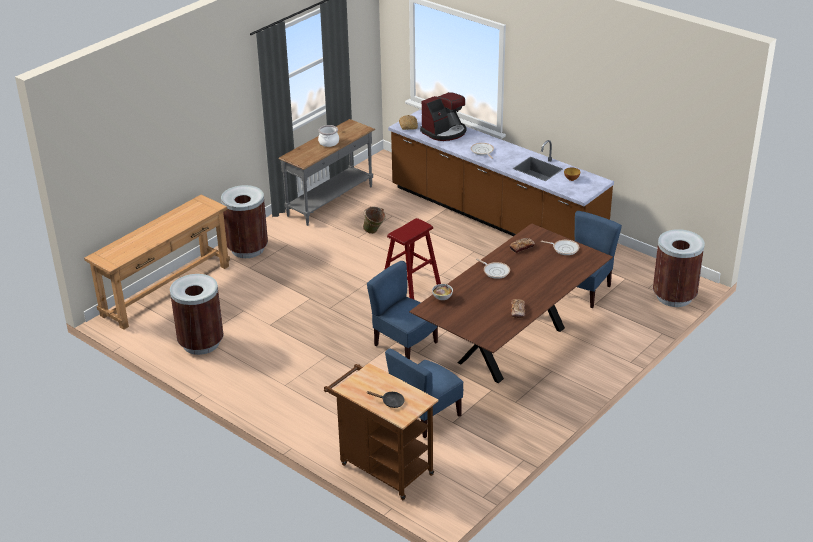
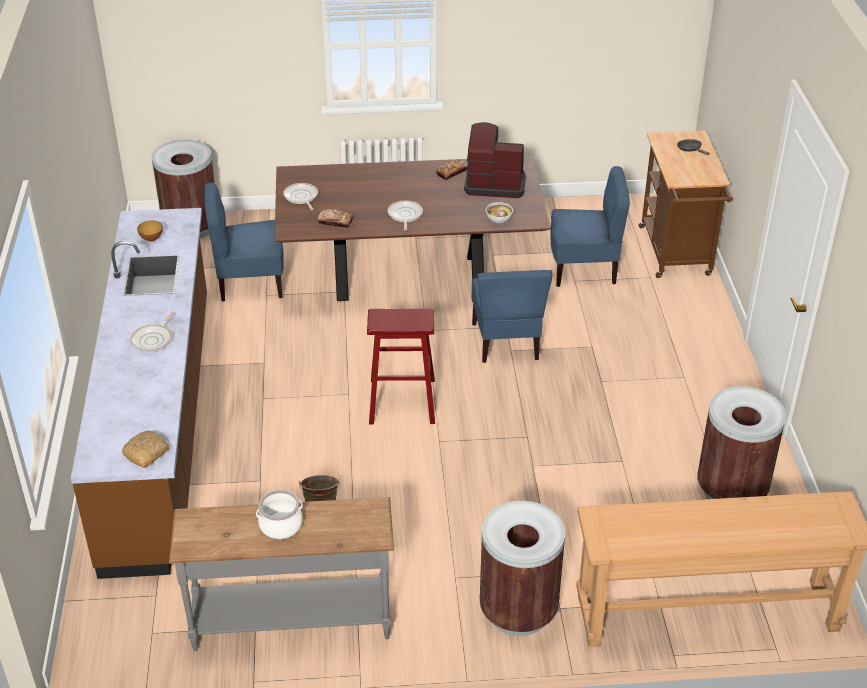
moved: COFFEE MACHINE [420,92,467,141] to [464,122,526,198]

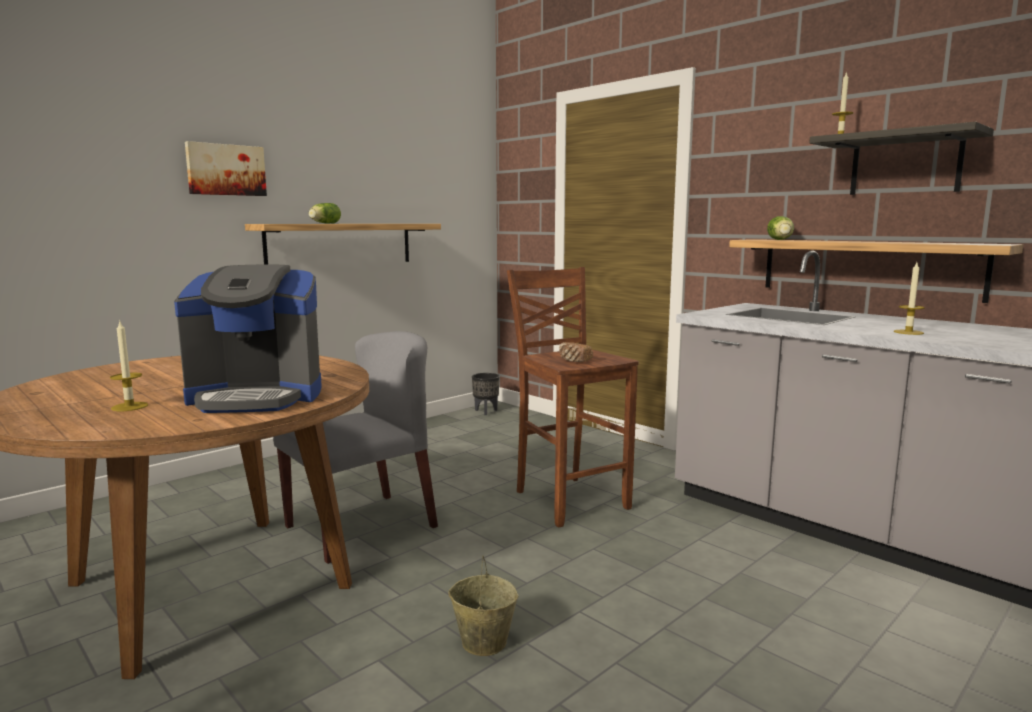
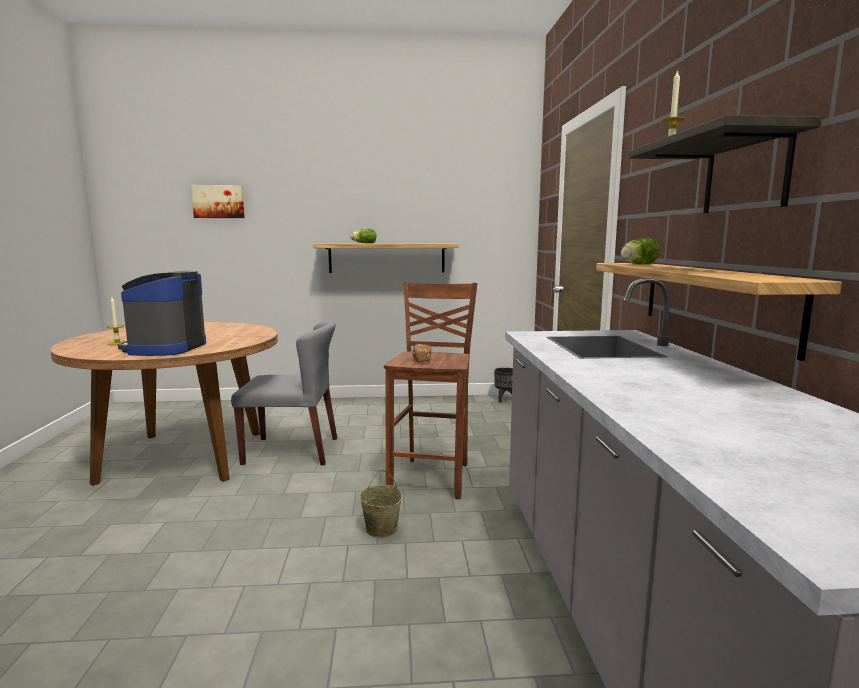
removed: CANDLE [894,262,925,335]
moved: PICTURE [185,141,267,196] to [191,185,245,218]; BEIGE BUCKET [448,556,519,656] to [359,470,403,538]
turned: COFFEE MACHINE [174,265,322,413] = [118,270,206,356] 60 degrees clockwise

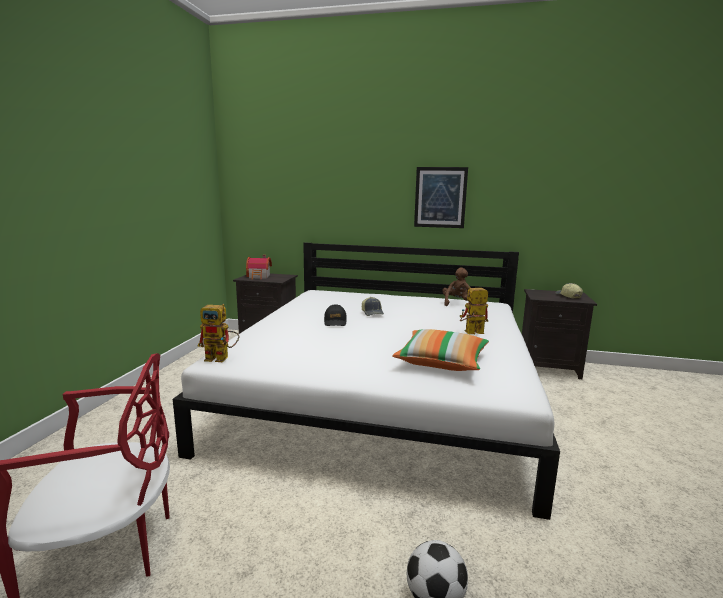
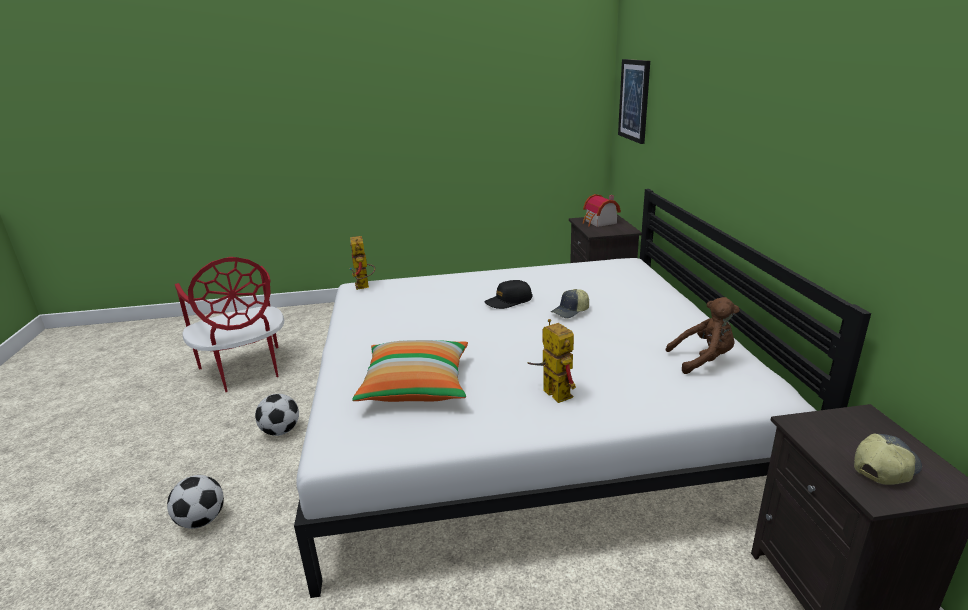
added: FOOTBALL [255,394,299,436]
moved: PICTURE [414,167,468,228] to [618,59,650,144]

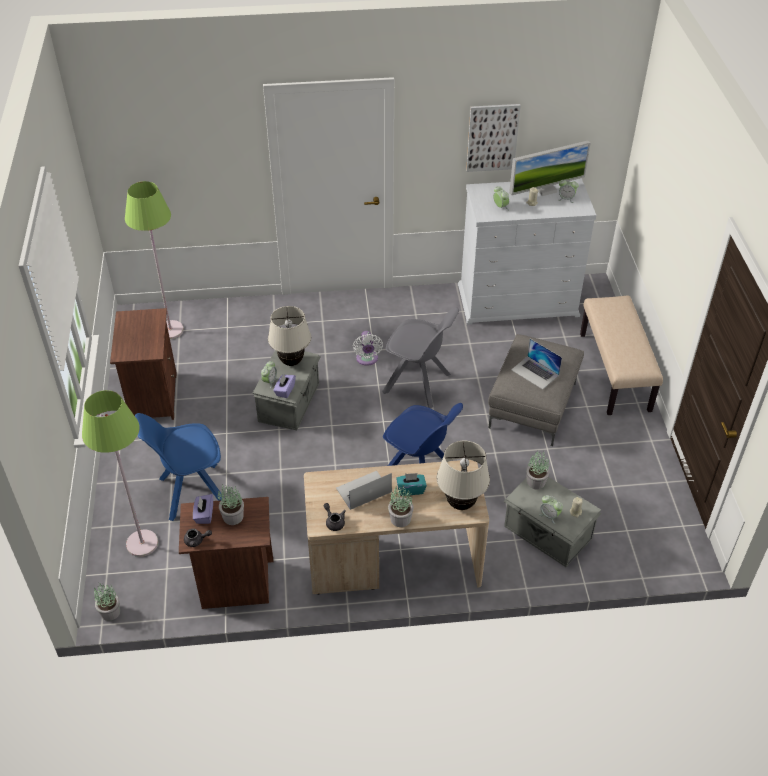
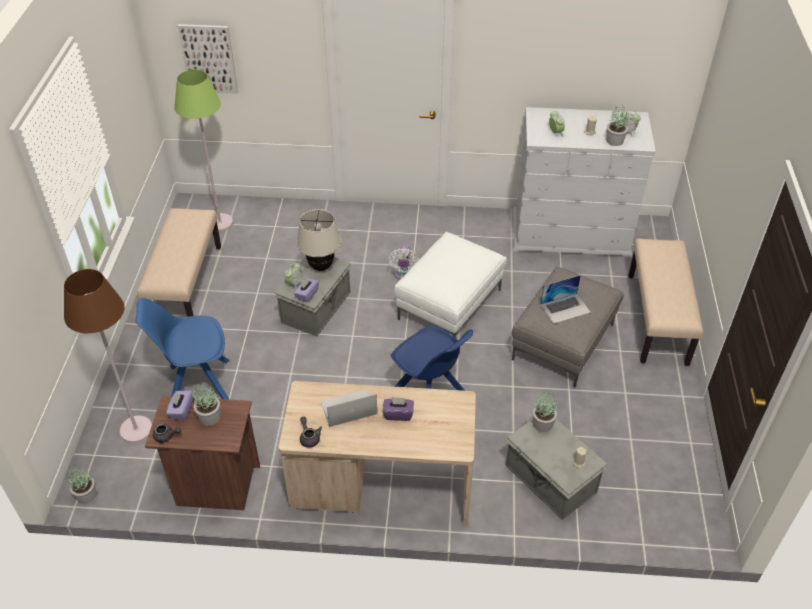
removed: BEIGE TABLE LAMP [437,440,490,510]; MONITOR [509,141,590,196]; ALARM CLOCK [539,495,563,524]
moved: POTTED PLANT [388,485,414,527] to [606,107,629,146]; PICTURE [466,104,521,172] to [177,24,238,94]
replaced: BROWN NIGHTSTAND [110,308,177,420] to BEIGE BENCH [137,208,221,317]; GREY CHAIR [382,307,459,408] to WHITE OTTOMAN [394,232,507,338]
recoloured: GREEN FLOOR LAMP [82,390,158,557] to BROWN FLOOR LAMP [64,269,152,443]; TURQUOISE TISSUE BOX [396,473,427,496] to PURPLE TISSUE BOX [382,397,414,421]
turned: LAPTOP [511,339,562,389] = [540,275,591,324] 75 degrees counterclockwise

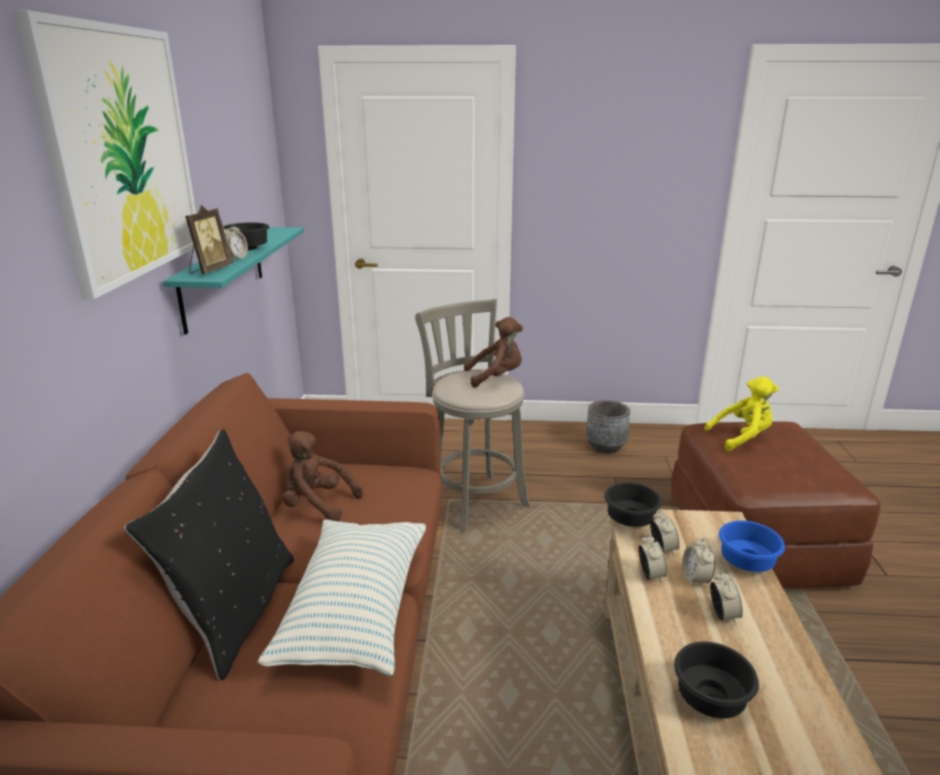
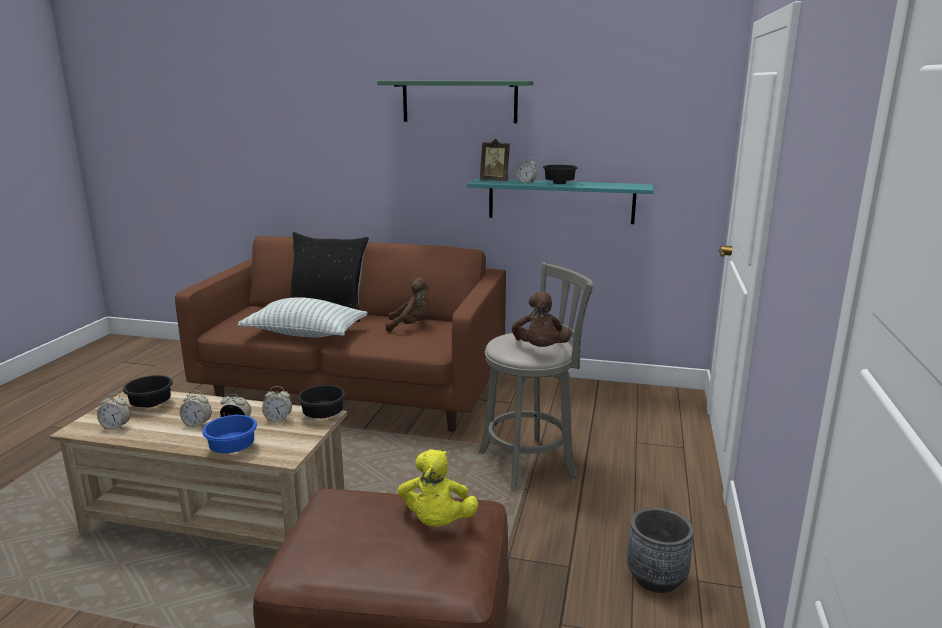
moved: ALARM CLOCK [638,534,667,583] to [97,393,131,430]
replaced: PICTURE [13,10,196,299] to GREEN SHELF [377,81,533,123]
turned: BROWN PLUSH TOY [282,431,363,522] = [385,277,431,332] 60 degrees clockwise

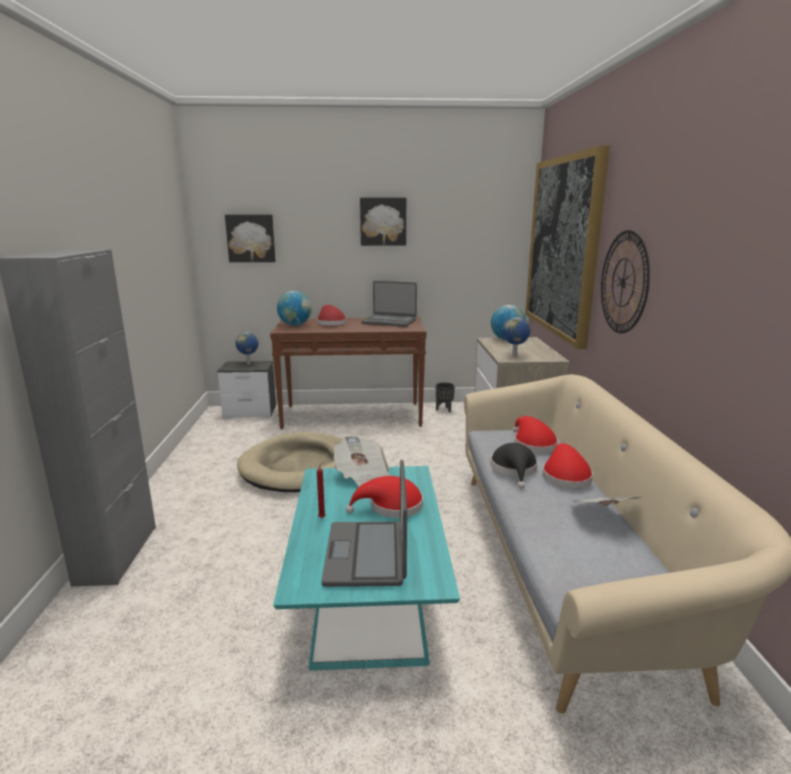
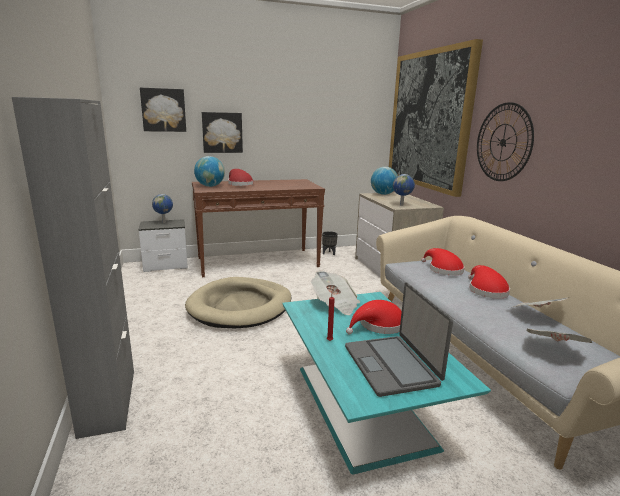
removed: LAPTOP [361,281,417,327]; BLACK HAT [490,443,538,489]
added: NEWSPAPER [527,329,592,343]
moved: PICTURE [360,198,406,246] to [202,112,243,153]

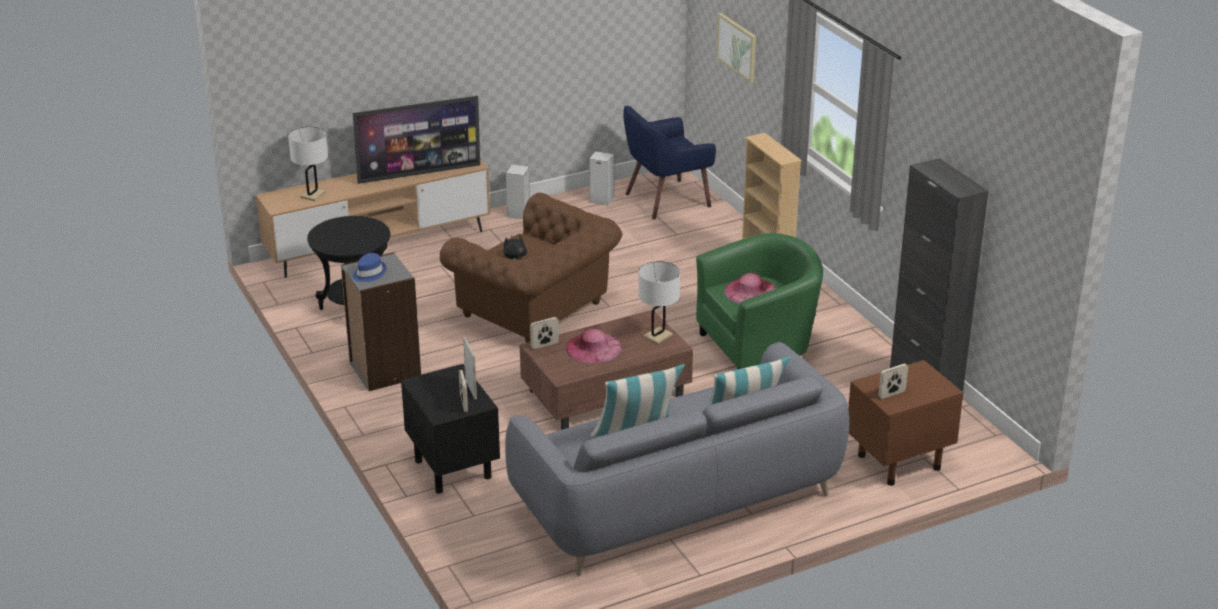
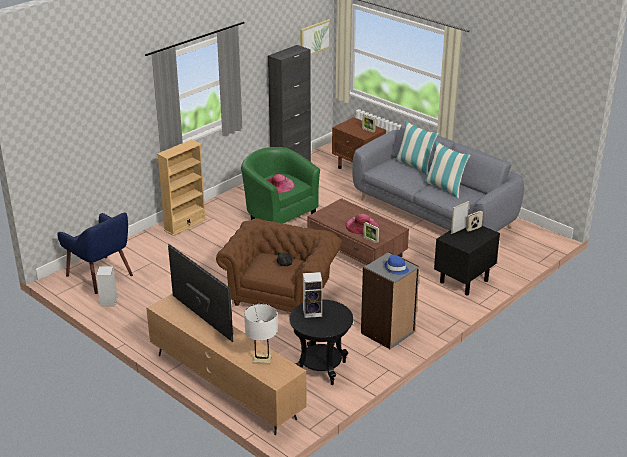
removed: WHITE TABLE LAMP [638,261,680,344]
moved: SPEAKER [506,164,530,219] to [303,272,322,318]; PICTURE [717,13,756,83] to [300,19,330,55]

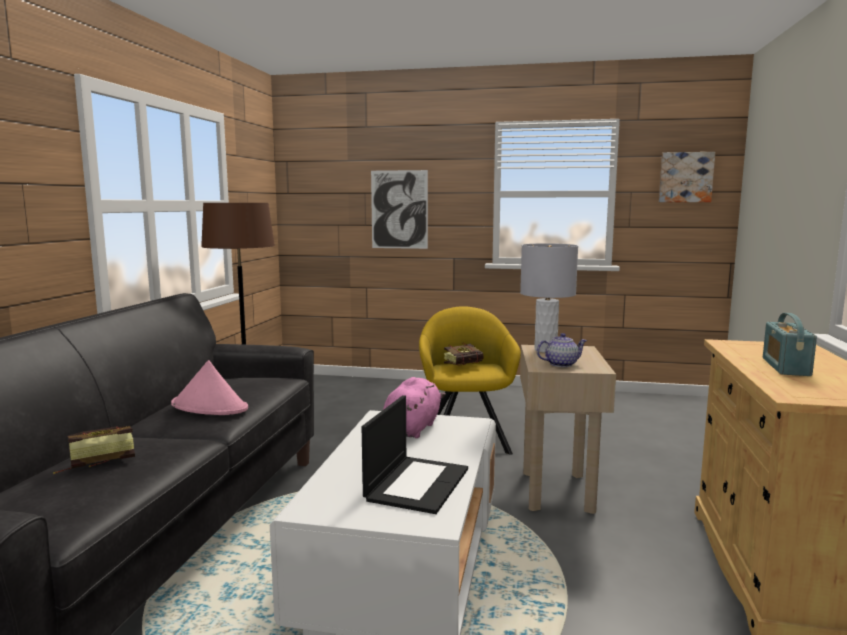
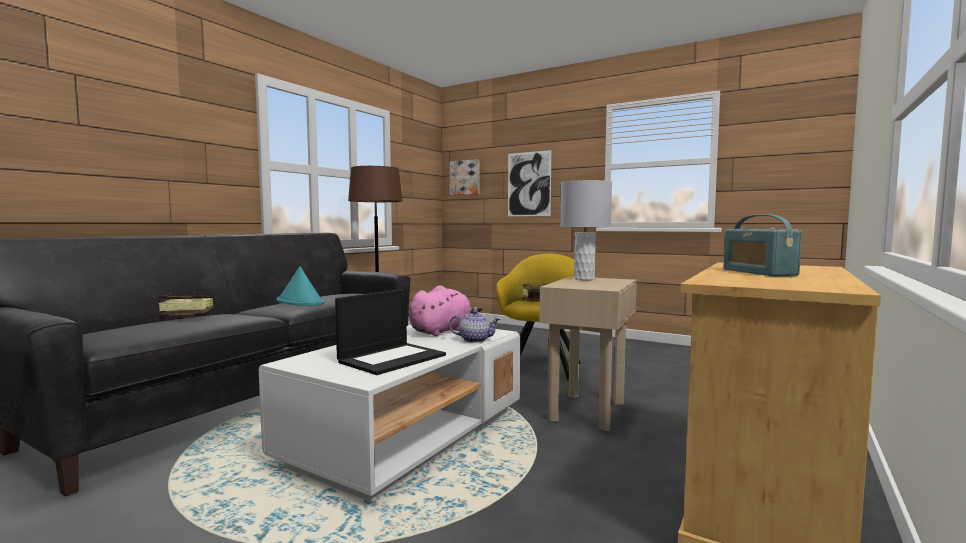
moved: TEAPOT [537,333,587,367] to [449,310,500,343]; PICTURE [659,152,715,202] to [449,159,480,195]
recoloured: PINK HAT [171,360,248,415] to TURQUOISE HAT [276,266,325,306]
turned: RADIO [763,313,817,376] = [723,214,802,276] 45 degrees counterclockwise

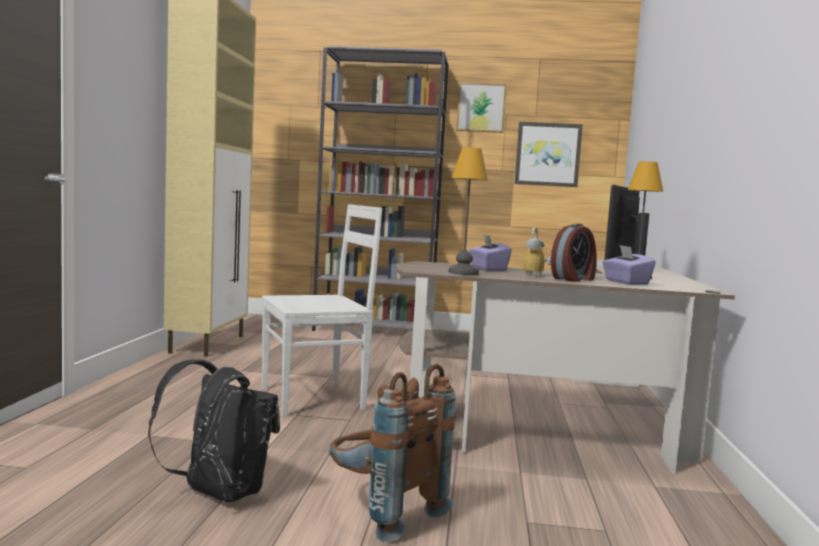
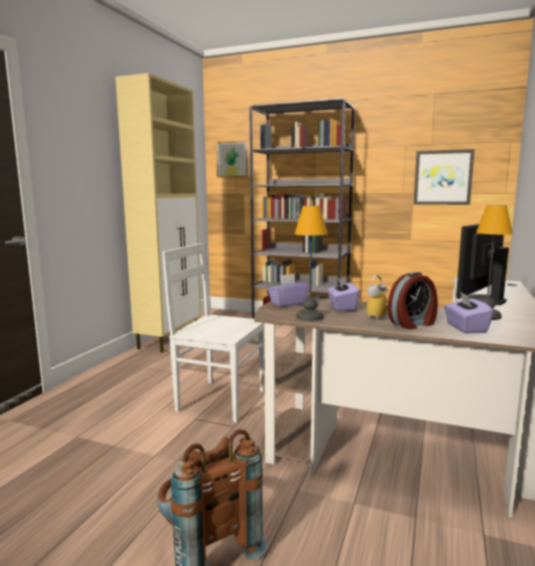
removed: BLACK BACKPACK [148,359,280,502]
added: PURPLE TISSUE BOX [268,274,310,307]
moved: PICTURE [456,82,507,133] to [216,140,250,177]
turned: WHITE CHAIR [262,204,382,417] = [162,243,265,423] 150 degrees counterclockwise

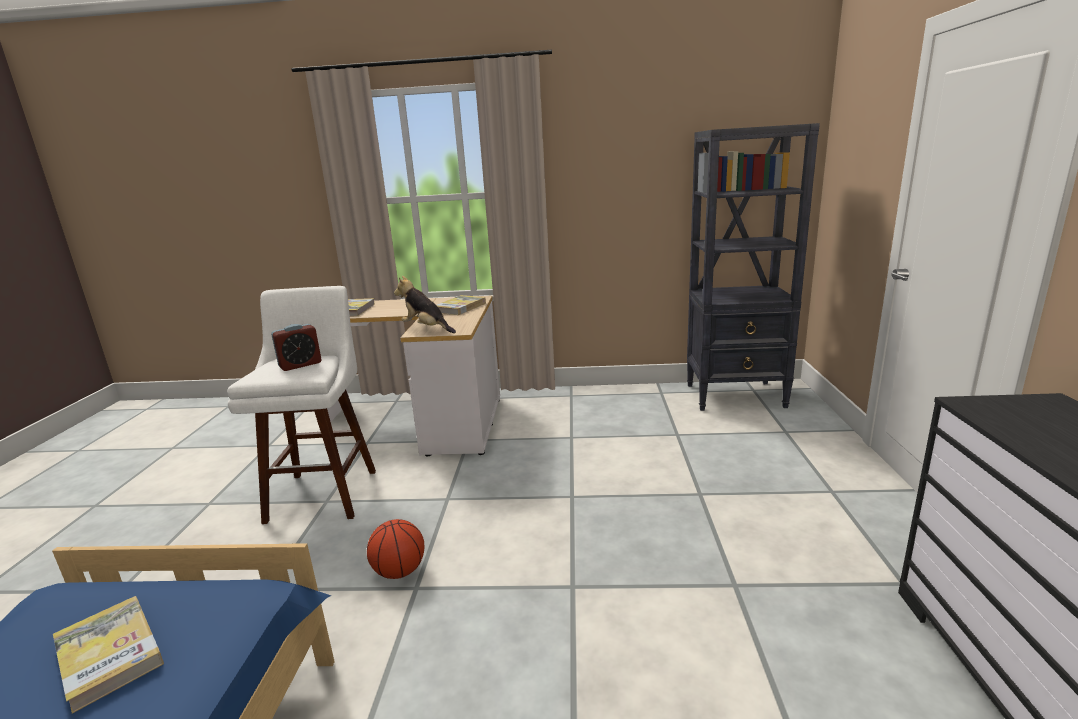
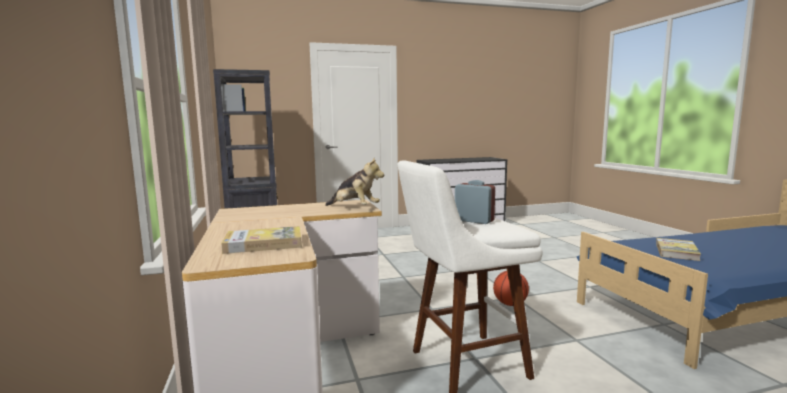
removed: BOOK [436,295,486,315]
turned: PLUSH TOY [394,276,456,333] = [325,158,384,206] 75 degrees counterclockwise

